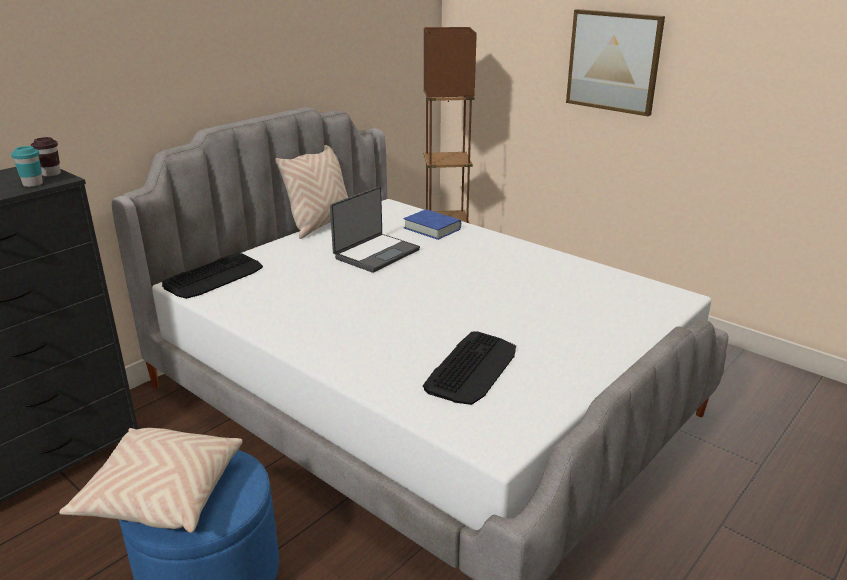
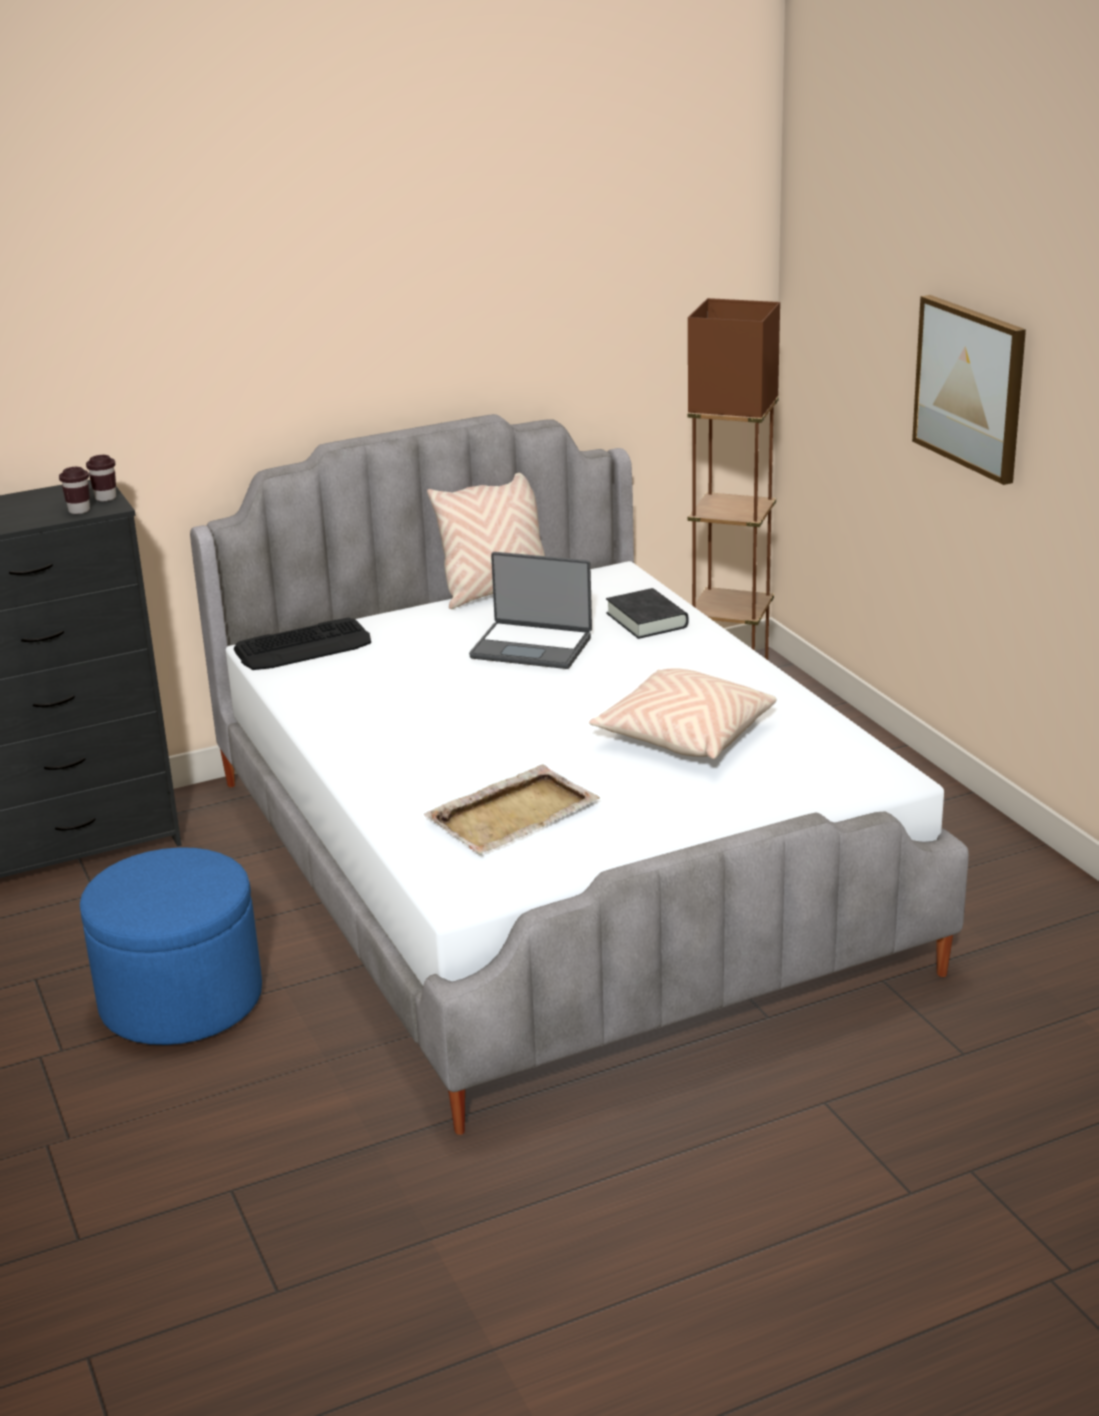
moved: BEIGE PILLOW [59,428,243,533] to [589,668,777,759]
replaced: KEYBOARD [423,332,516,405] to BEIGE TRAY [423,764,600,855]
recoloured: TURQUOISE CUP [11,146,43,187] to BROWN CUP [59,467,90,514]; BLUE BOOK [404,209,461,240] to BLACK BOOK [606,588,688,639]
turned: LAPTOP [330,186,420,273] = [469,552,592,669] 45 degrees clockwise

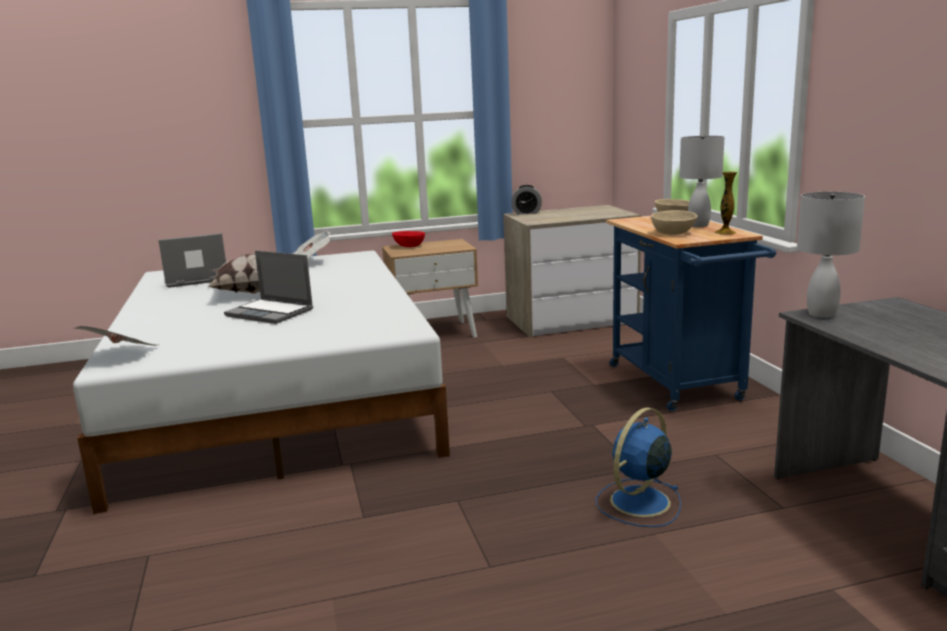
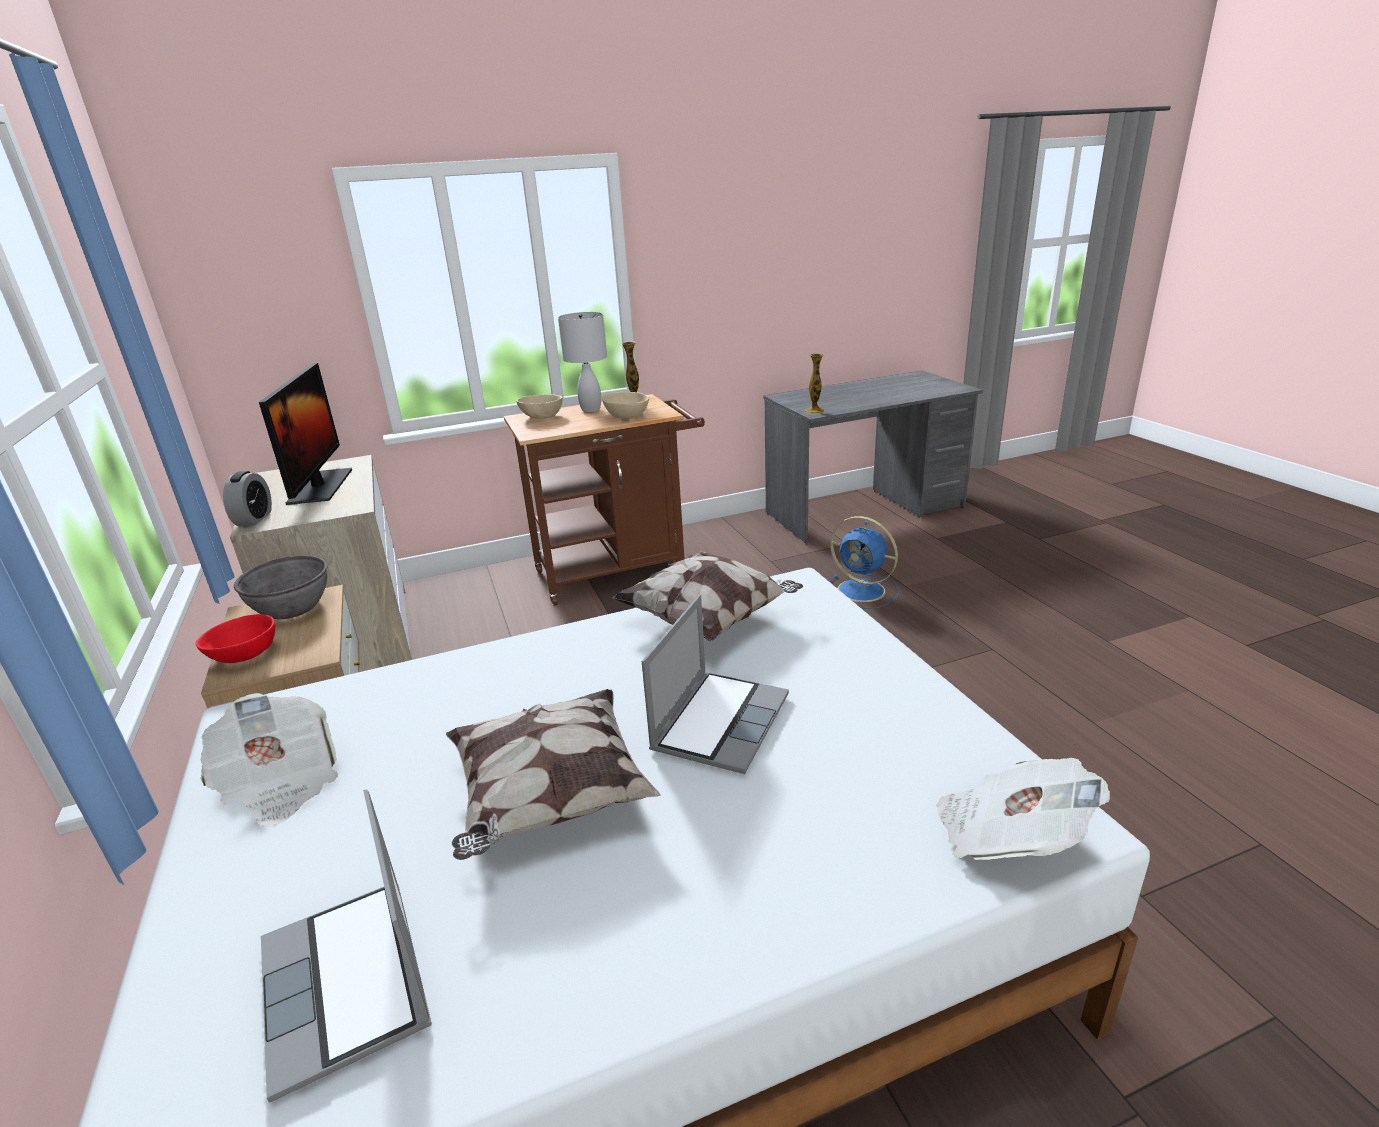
added: GREY BOWL [234,556,327,619]; MONITOR [259,363,352,505]; PILLOW [612,551,803,641]
replaced: WHITE TABLE LAMP [797,192,865,318] to VASE [804,353,824,414]
recoloured: BLUE CART [606,216,776,411] to BROWN CART [504,394,705,606]

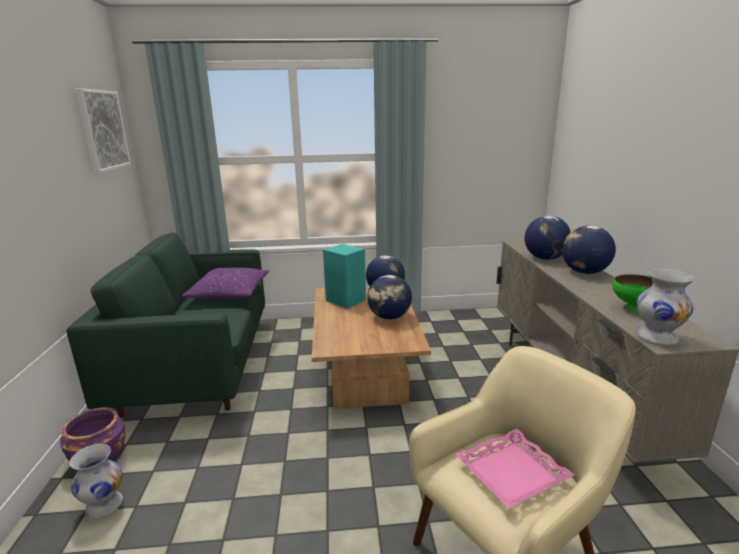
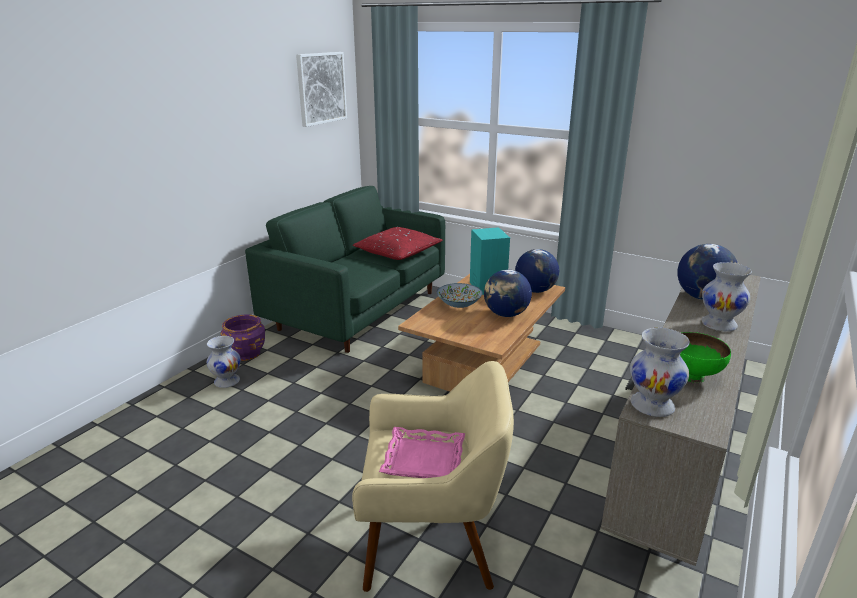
added: BOWL [437,283,482,308]
replaced: GLOBE [562,226,616,274] to WHITE VASE [701,262,752,332]
recoloured: PURPLE PILLOW [182,267,269,300] to RED PILLOW [353,227,442,260]

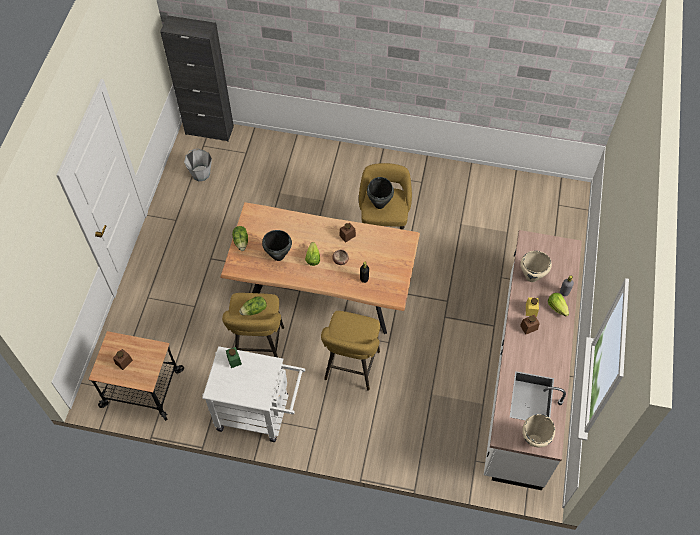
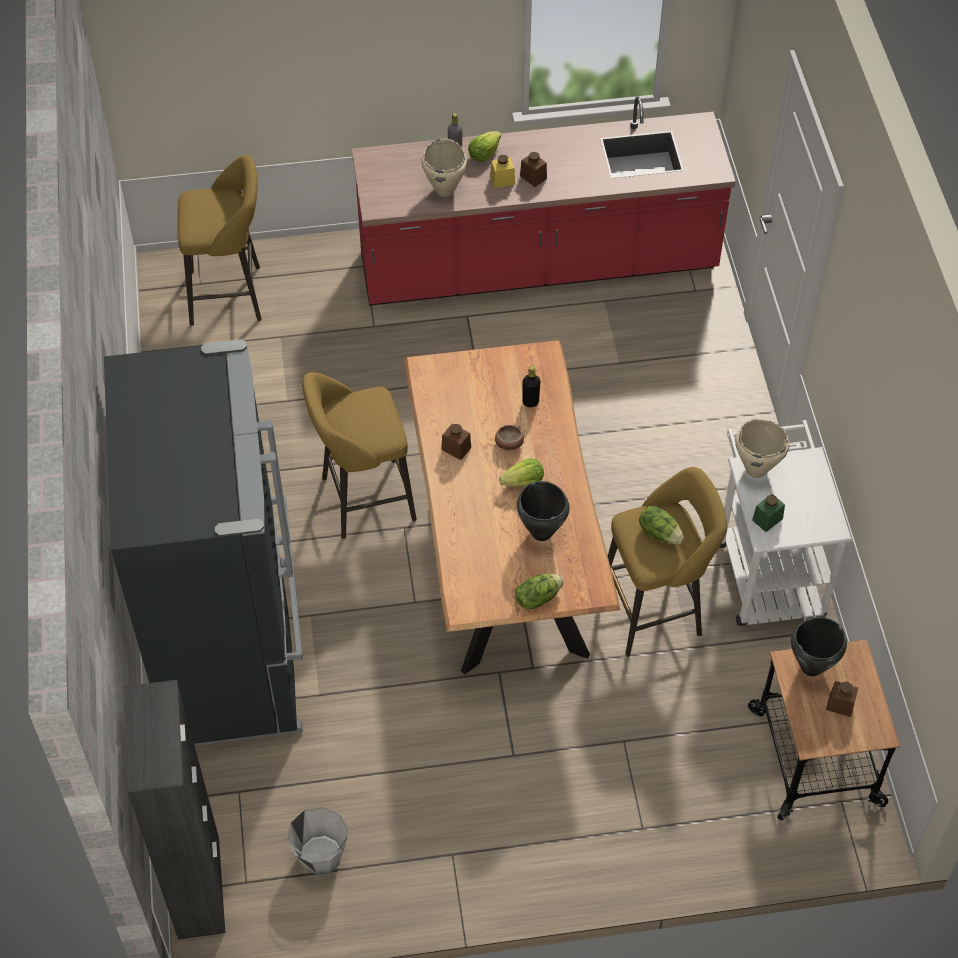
added: BLACK FRIDGE [104,339,303,746]
moved: YELLOW STOOL [321,311,380,391] to [177,155,262,326]; BLACK COOKING POT [367,177,394,209] to [791,617,847,676]; BEIGE COOKING POT [522,414,555,447] to [735,419,789,478]
recoloured: WHITE COUNTER [484,230,582,490] to RED COUNTER [352,96,736,306]

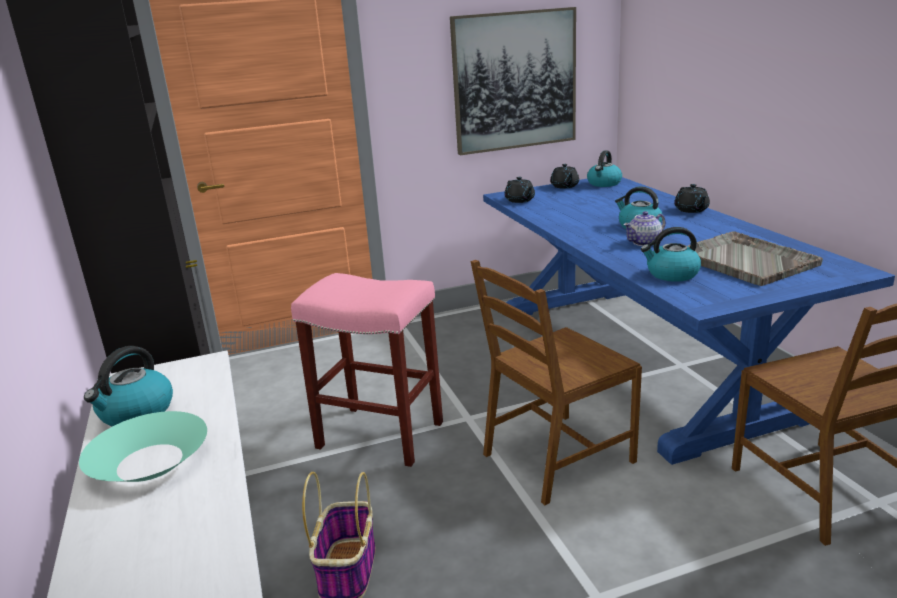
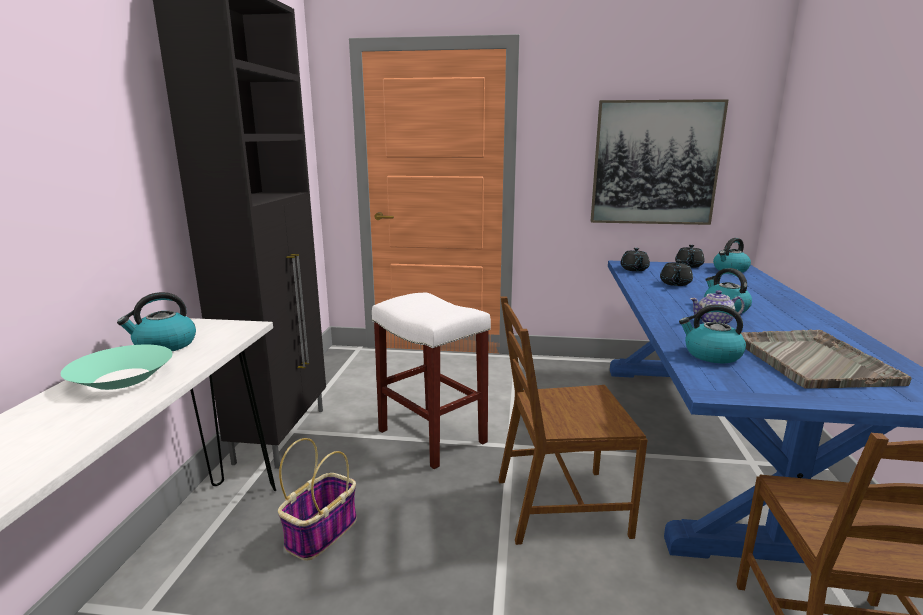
moved: BLACK TEAPOT [674,184,710,213] to [660,260,693,286]
recoloured: PINK STOOL [291,273,443,467] to WHITE STOOL [372,293,491,469]

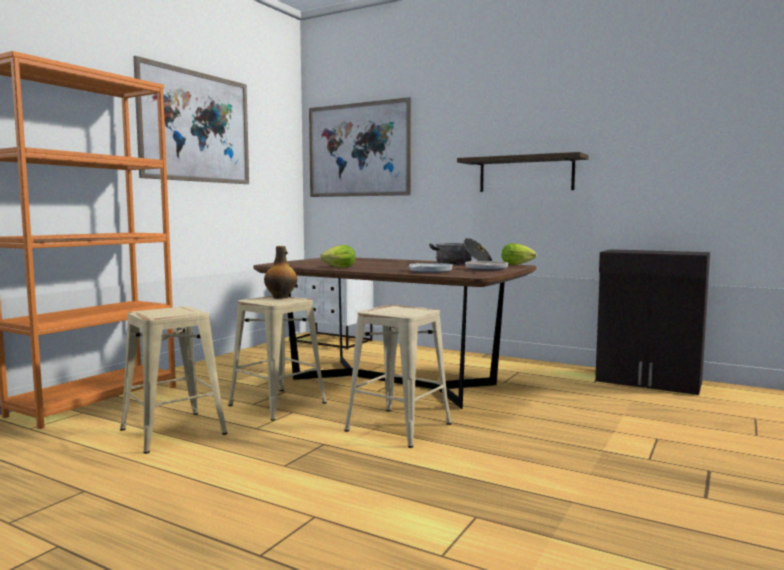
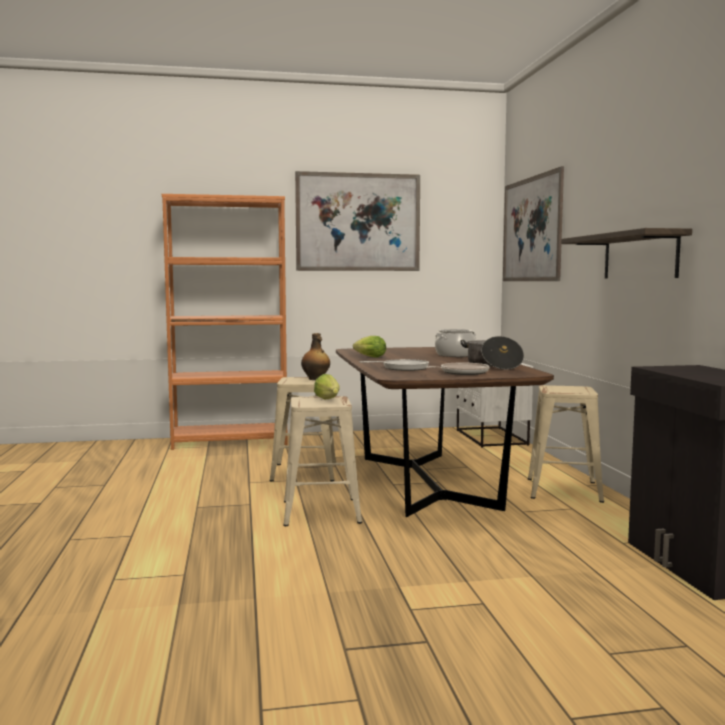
added: COOKING POT [435,329,476,357]
moved: BEIGE STOOL [120,307,228,454] to [528,385,604,503]; LETTUCE [502,244,537,265] to [314,374,340,399]

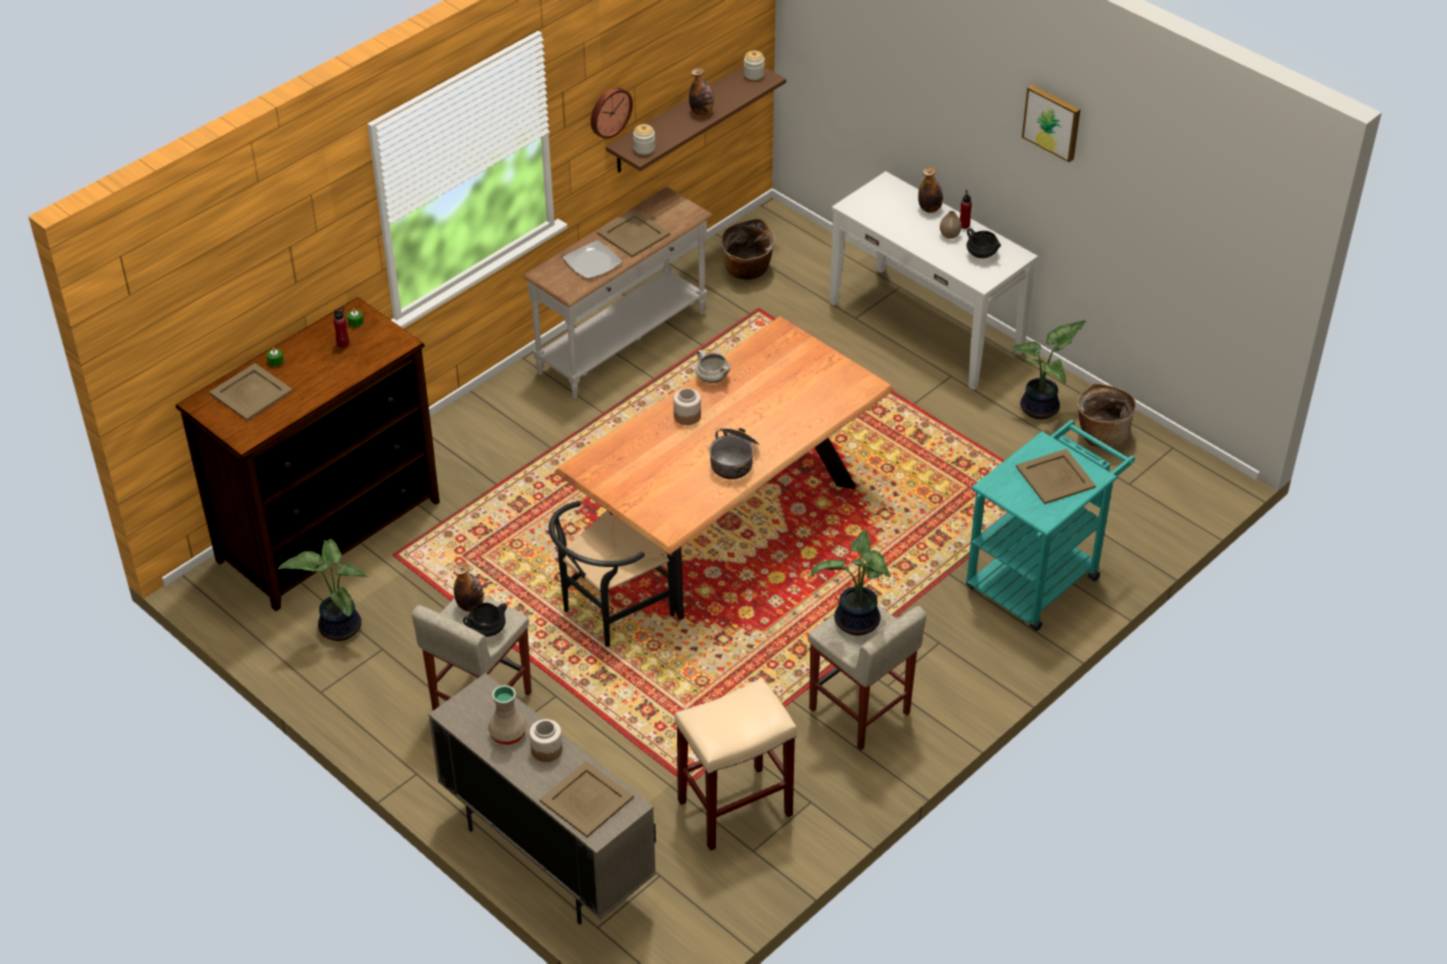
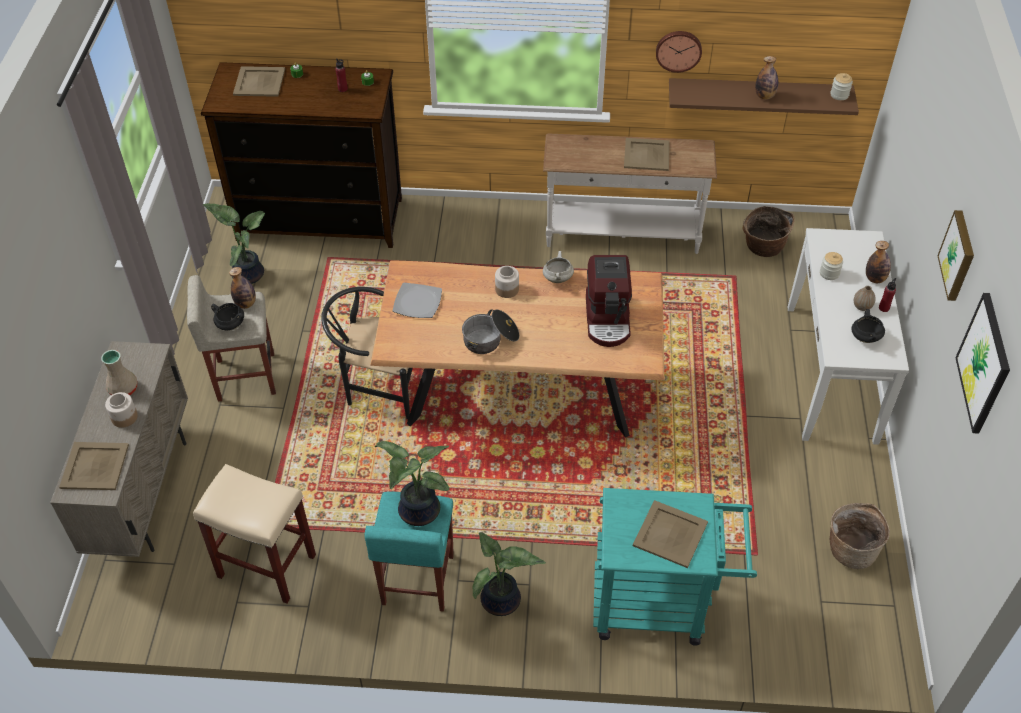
added: COFFEE MACHINE [586,255,632,347]; PICTURE [955,293,1010,434]
moved: PLATE [563,241,623,279] to [393,283,442,318]; JAR [633,124,655,155] to [820,252,843,280]; POTTED PLANT [1011,320,1087,419] to [473,532,546,616]
recoloured: BEIGE STOOL [808,604,926,750] to TURQUOISE STOOL [364,492,454,612]

